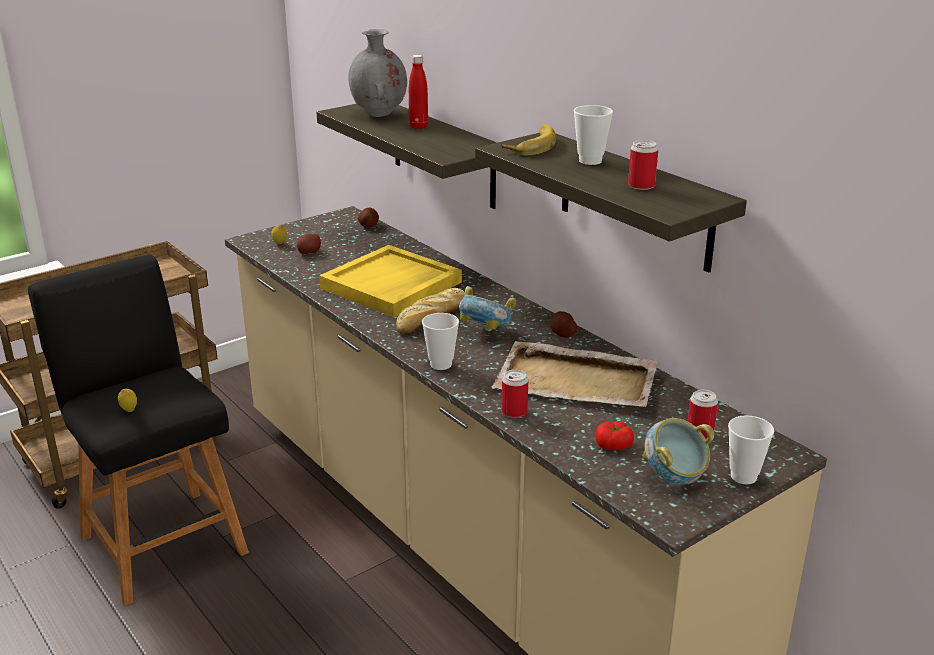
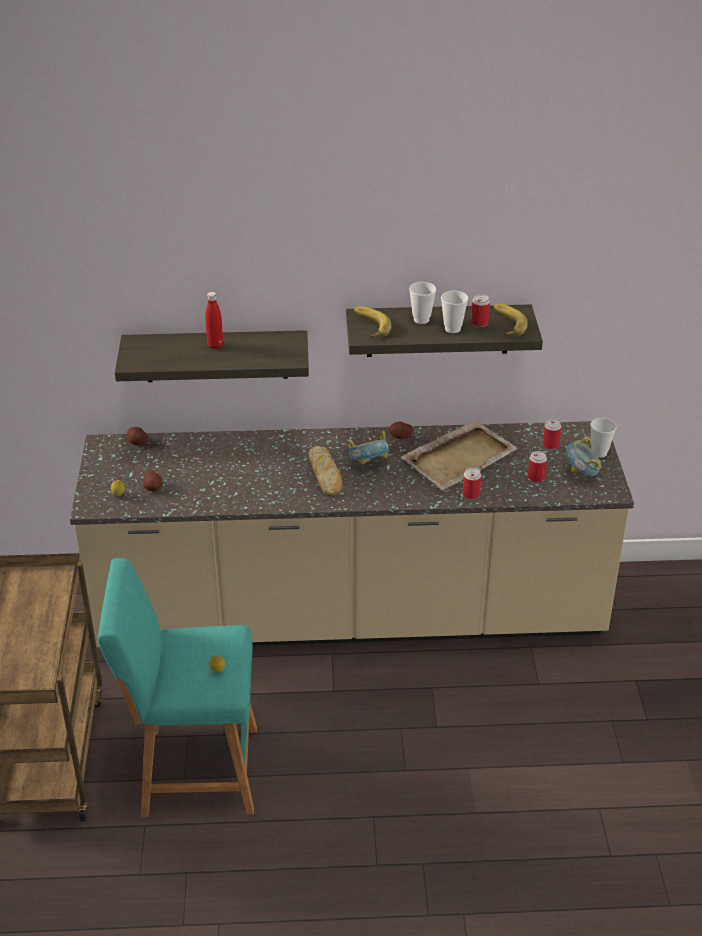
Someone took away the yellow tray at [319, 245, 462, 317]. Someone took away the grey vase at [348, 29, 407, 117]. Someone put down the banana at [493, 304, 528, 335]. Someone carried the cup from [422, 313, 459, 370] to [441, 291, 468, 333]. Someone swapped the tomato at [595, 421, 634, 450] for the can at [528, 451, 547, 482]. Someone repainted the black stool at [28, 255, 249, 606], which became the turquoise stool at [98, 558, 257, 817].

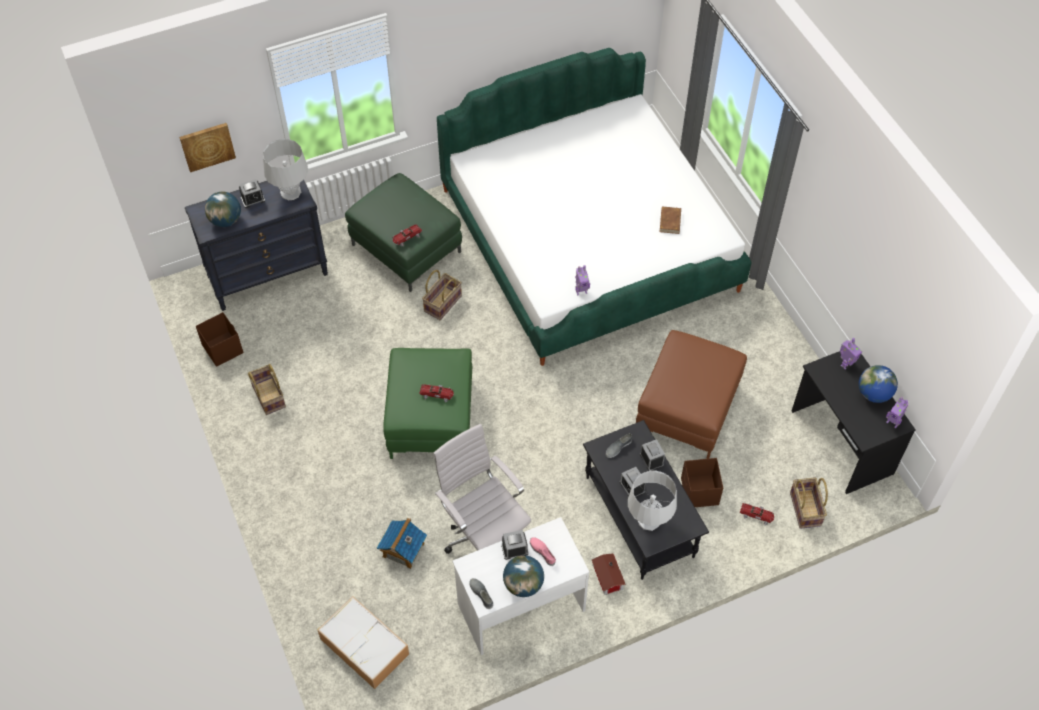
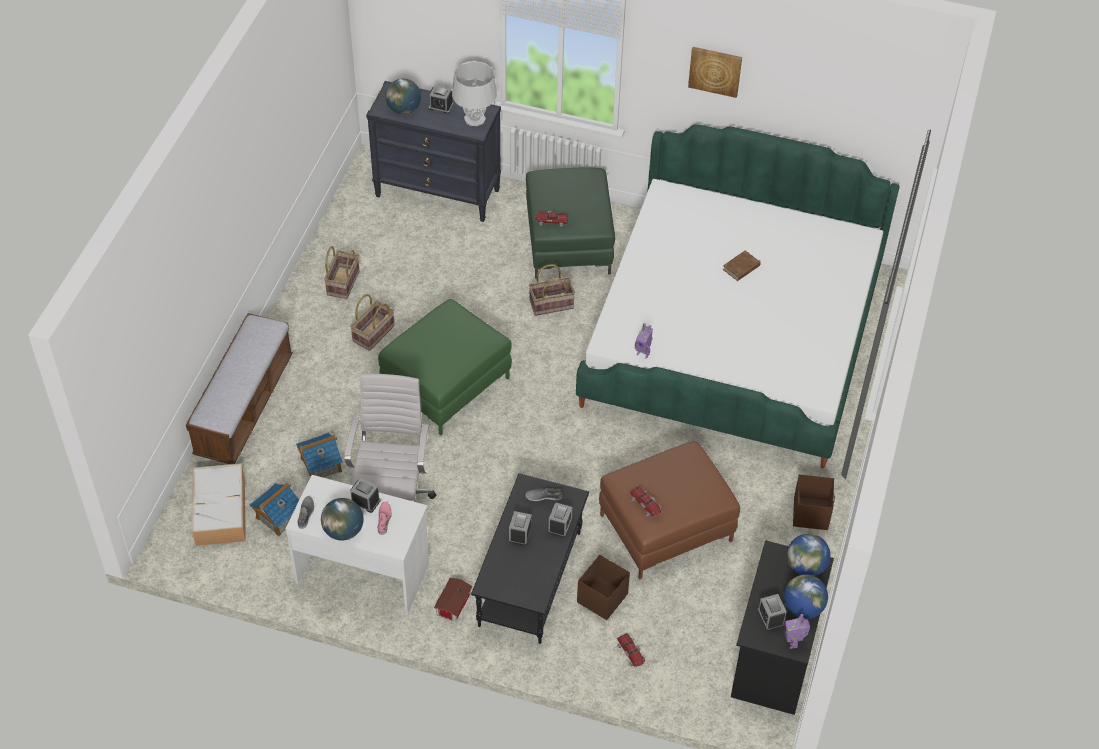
Someone took away the grey table lamp at [628, 471, 677, 531]. Someone put down the bench at [186, 313, 293, 464]. Someone put down the toy house at [250, 482, 299, 537]. Someone put down the alarm clock at [757, 594, 787, 631]. Someone carried the picture from [179, 123, 236, 172] to [688, 47, 742, 98]. Someone carried the brown storage box from [196, 312, 243, 367] to [793, 474, 835, 530]. Someone carried the toy car from [419, 384, 454, 403] to [630, 486, 662, 517]. Someone carried the brown book from [660, 206, 681, 234] to [722, 250, 761, 281]. Someone carried the basket from [790, 477, 828, 529] to [350, 294, 395, 351]. Someone swapped the toy robot at [840, 338, 862, 370] for the globe at [787, 534, 830, 576].

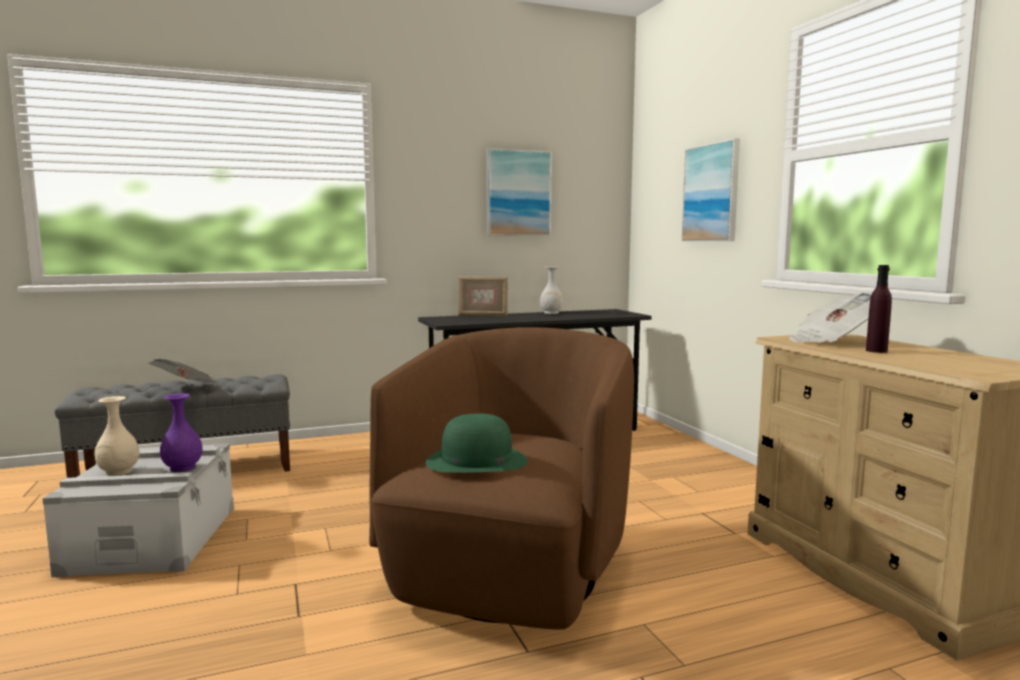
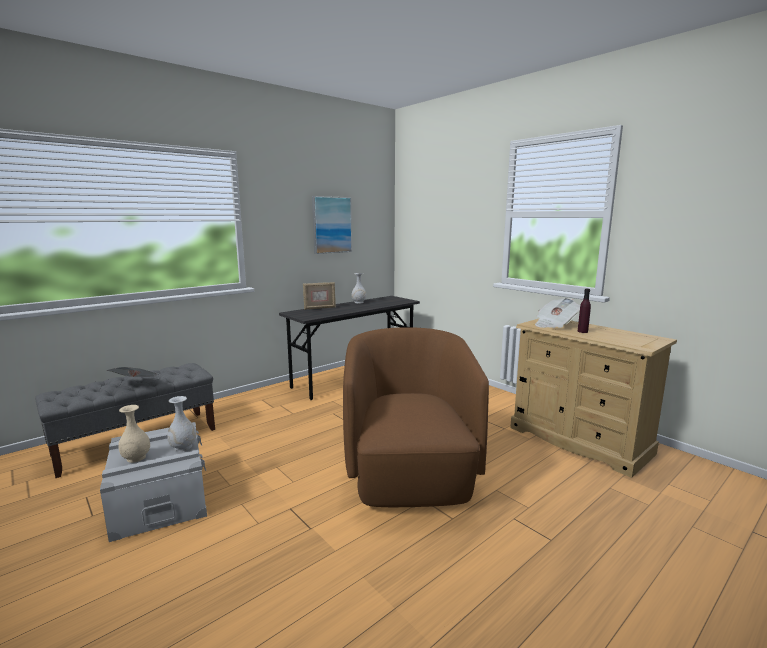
Someone took away the green hat at [426, 413, 528, 473]. Someone took away the picture at [682, 138, 740, 241]. Someone repainted the purple vase at [160, 393, 203, 472], which became the white vase at [167, 396, 197, 451].

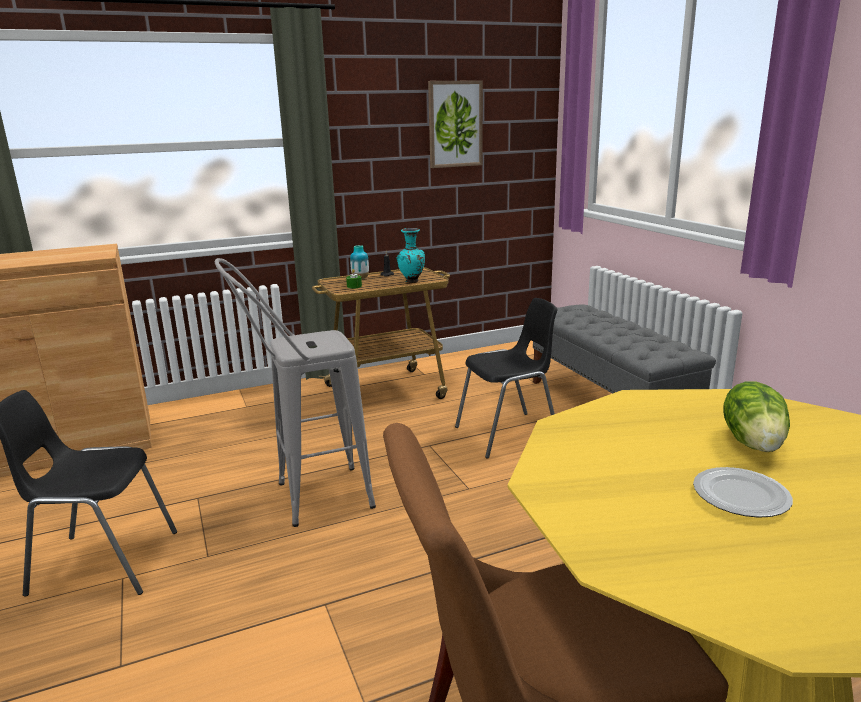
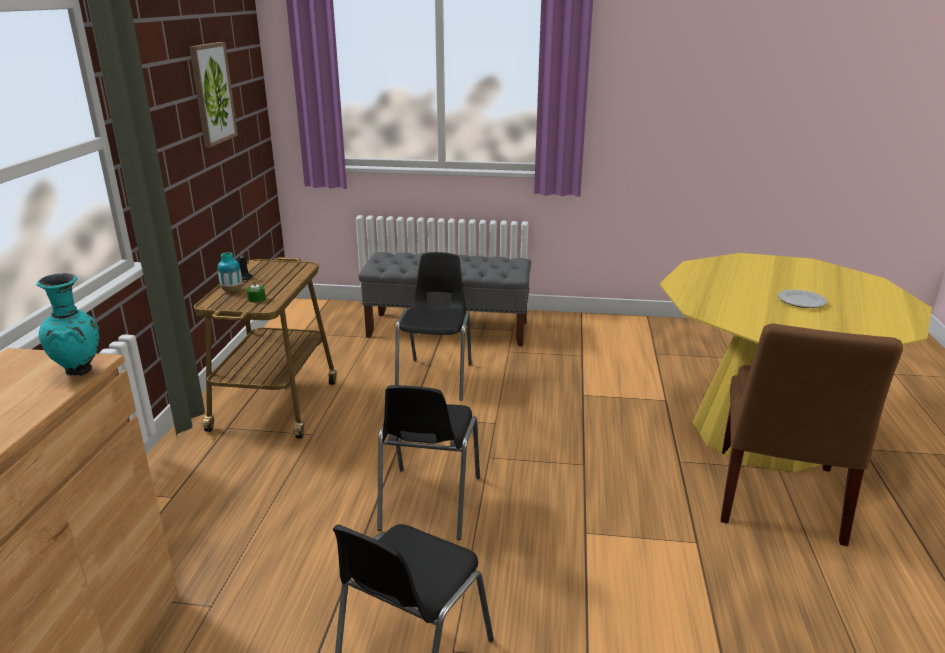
Someone took away the lettuce at [723, 381, 790, 452]. Someone carried the turquoise vase from [397, 228, 425, 283] to [36, 273, 99, 376]. Someone swapped the grey stool at [215, 258, 376, 527] for the black chair at [377, 385, 480, 540].

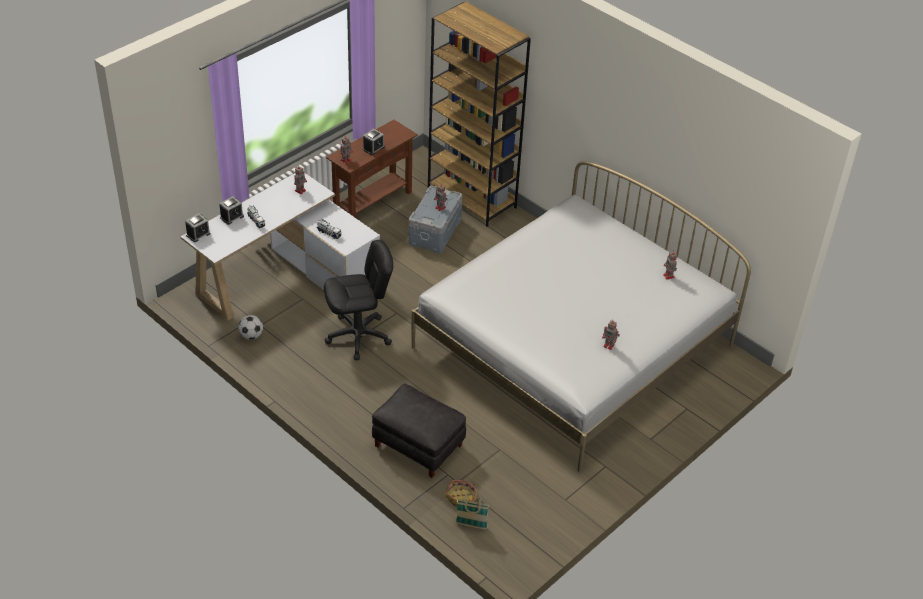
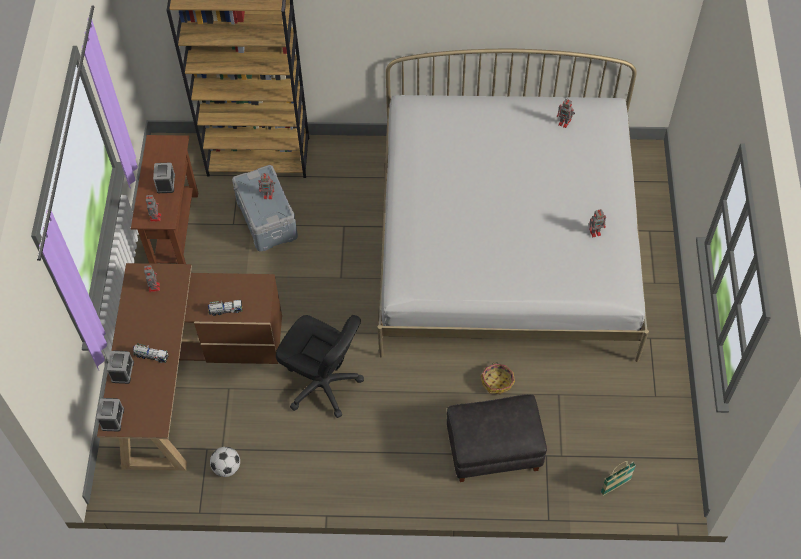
Someone carried the basket from [445, 480, 477, 507] to [481, 362, 515, 394]. Someone repainted the white desk at [180, 173, 380, 320], which became the brown desk at [97, 263, 282, 471]. Someone rotated the black office chair at [324, 240, 393, 360] by 90 degrees clockwise.

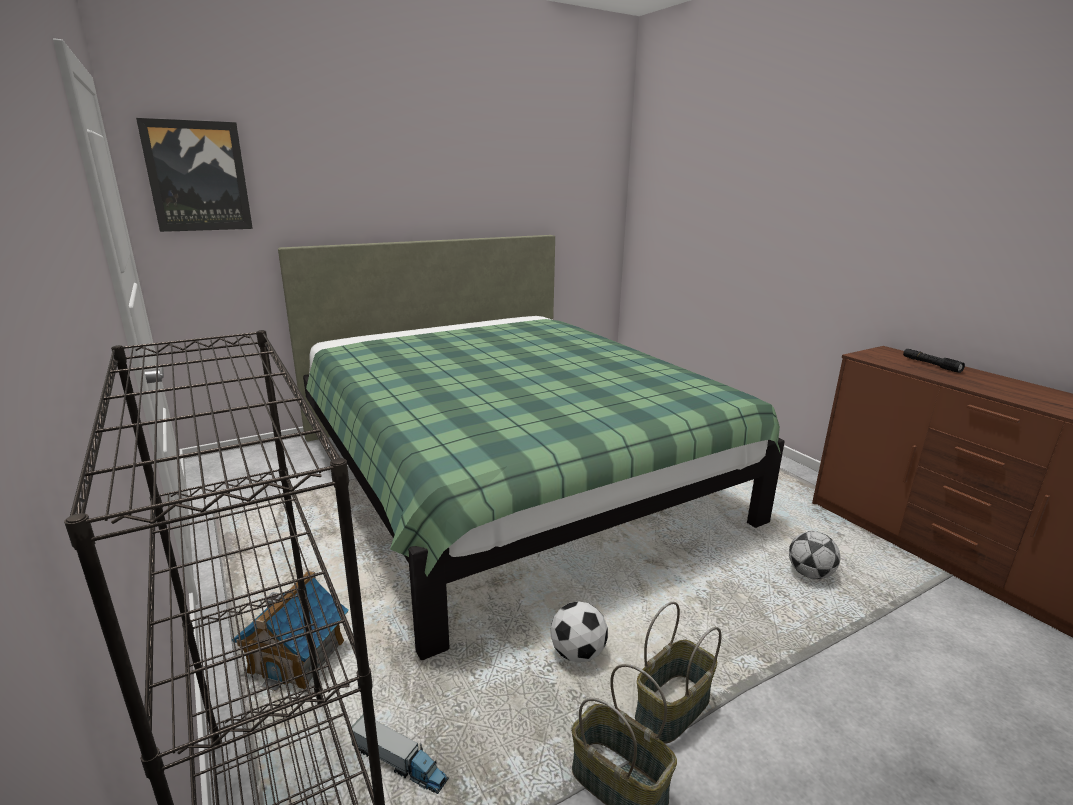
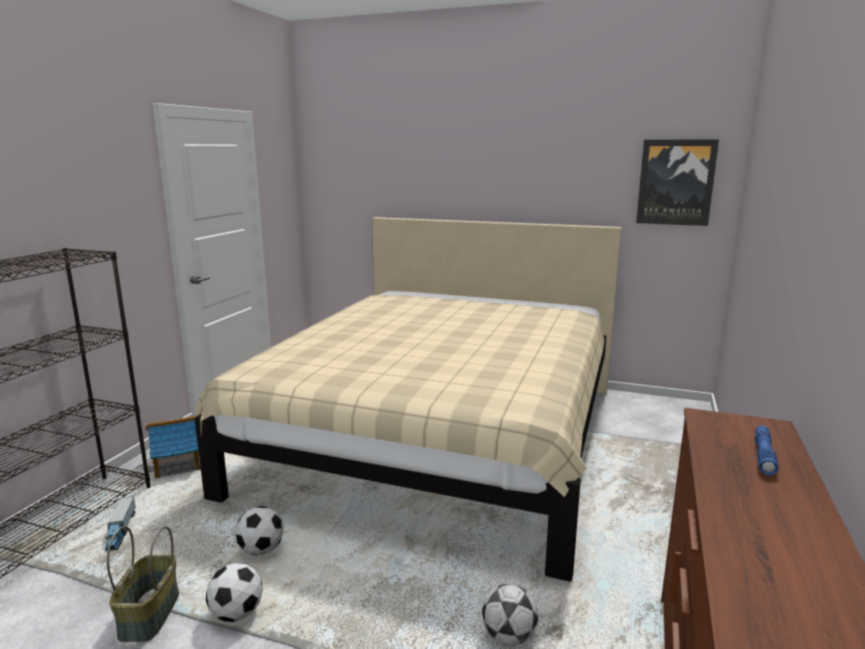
Someone carried the picture from [136, 118, 253, 232] to [636, 139, 719, 226]. Someone swapped the basket at [635, 602, 722, 743] for the football at [206, 563, 262, 622]. Someone repainted the green bed at [278, 235, 785, 660], which became the beige bed at [194, 217, 621, 582]. Someone repainted the black flashlight at [903, 349, 965, 373], which became the blue flashlight at [754, 425, 779, 476].

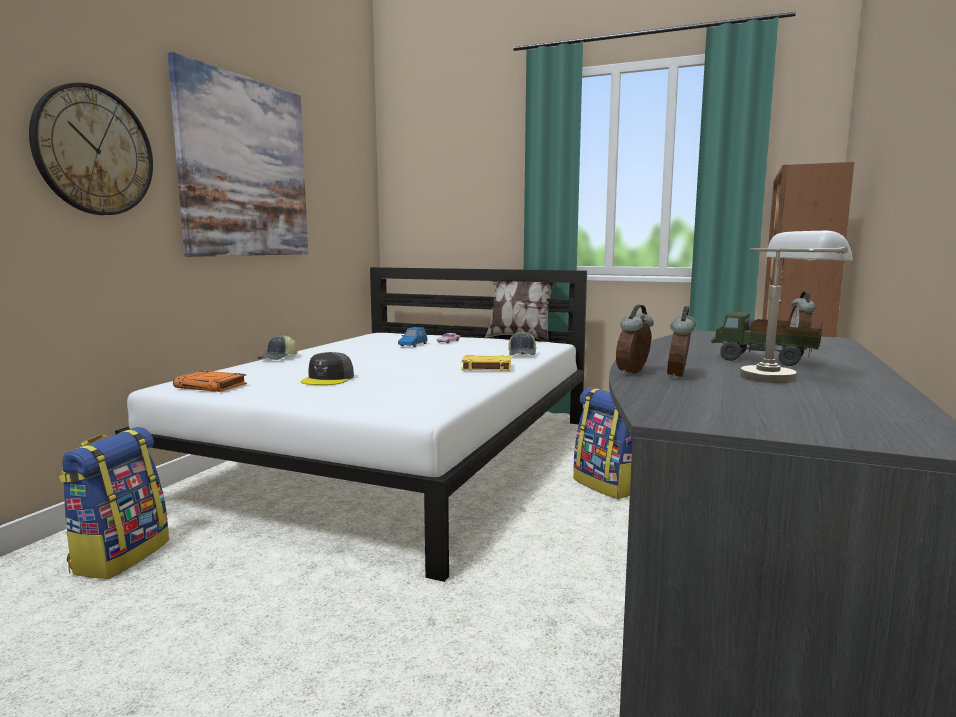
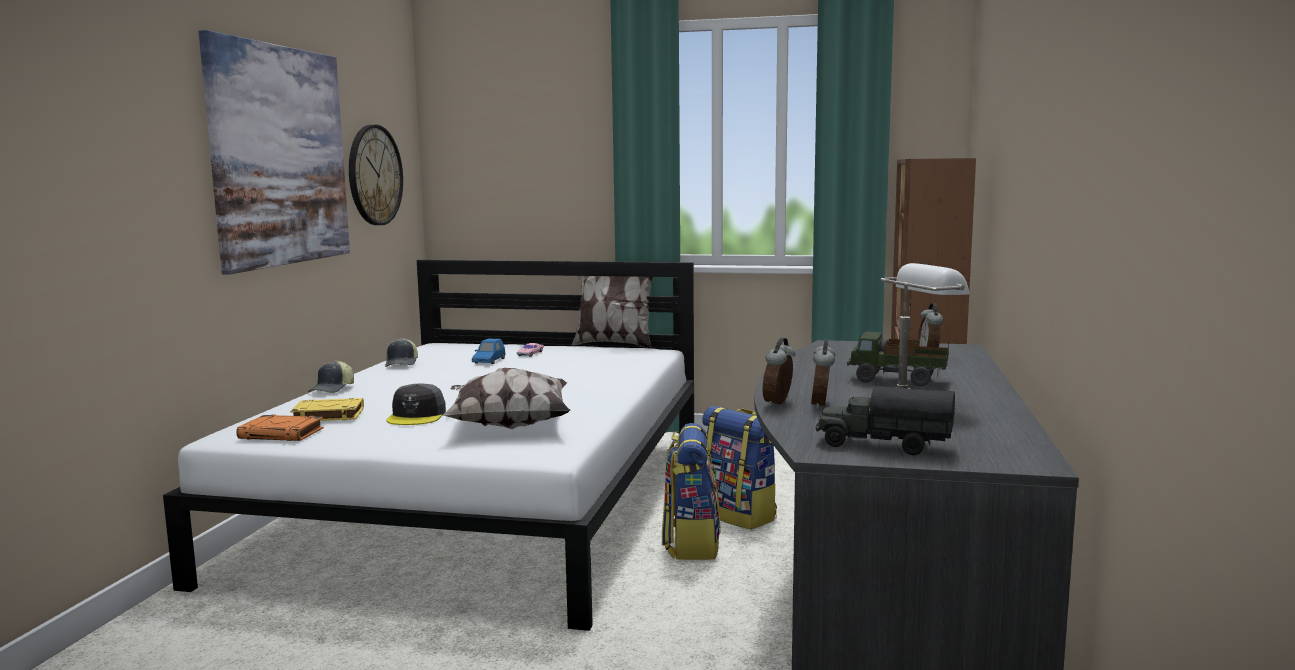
Someone put down the pillow at [442, 368, 571, 429]. Someone put down the toy truck at [816, 386, 955, 455]. Someone carried the wall clock from [29, 83, 153, 215] to [349, 125, 403, 225]. Someone carried the backpack from [59, 427, 169, 579] to [662, 423, 720, 560]. Someone carried the yellow book from [461, 355, 511, 371] to [290, 398, 364, 421]. Someone carried the cap from [508, 331, 537, 356] to [385, 338, 418, 367].

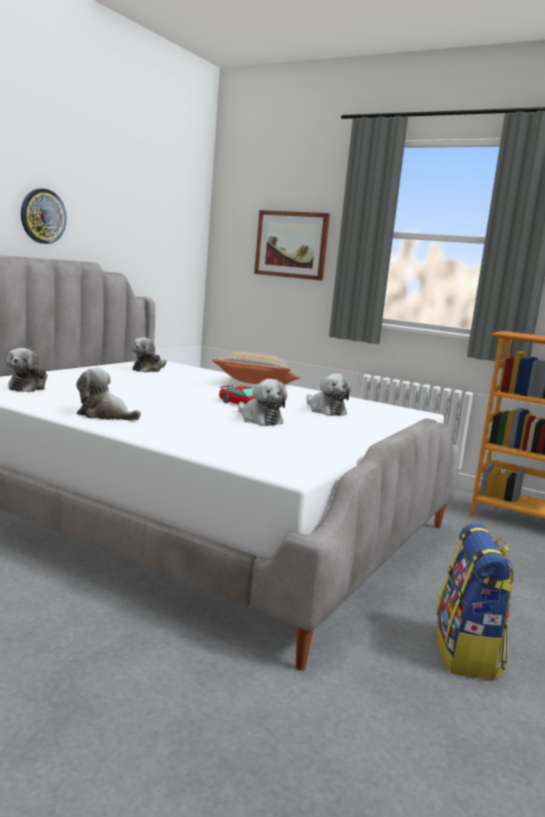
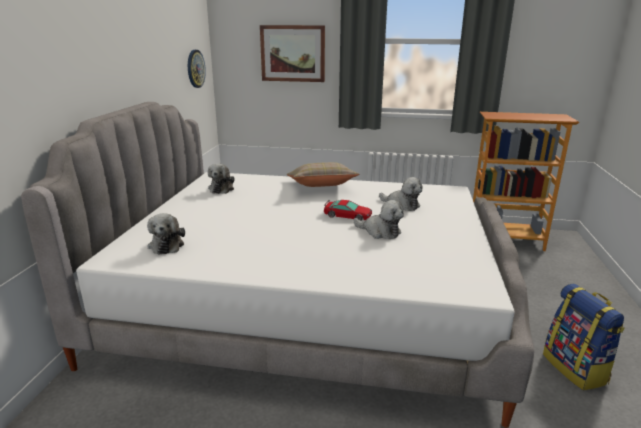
Someone took away the plush toy at [76, 367, 141, 421]. Someone carried the wall clock from [21, 188, 67, 244] to [188, 50, 206, 88].

